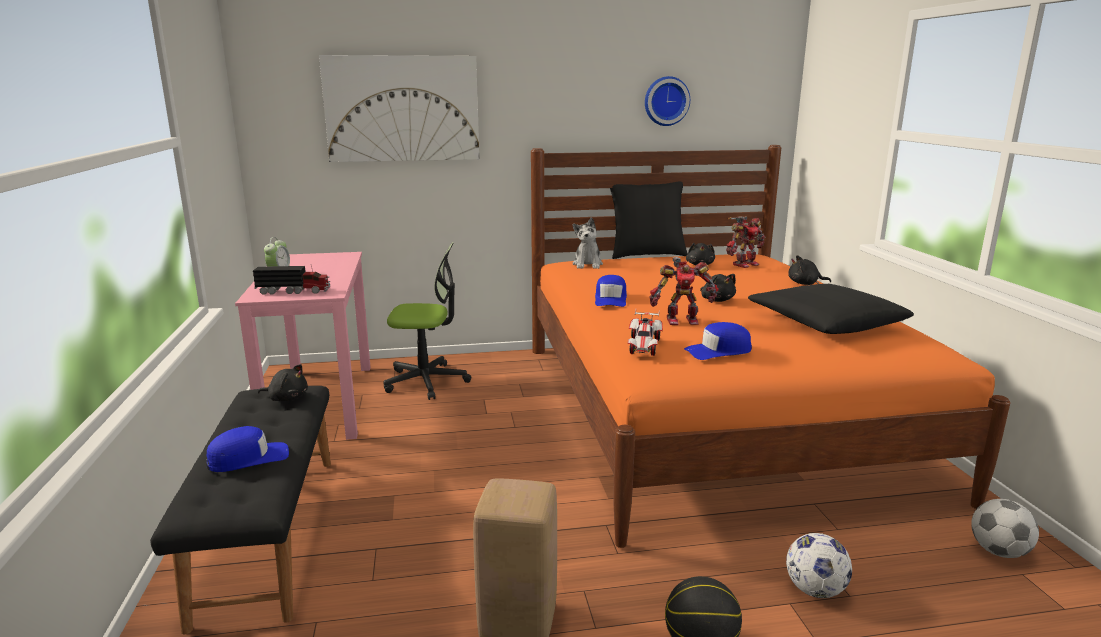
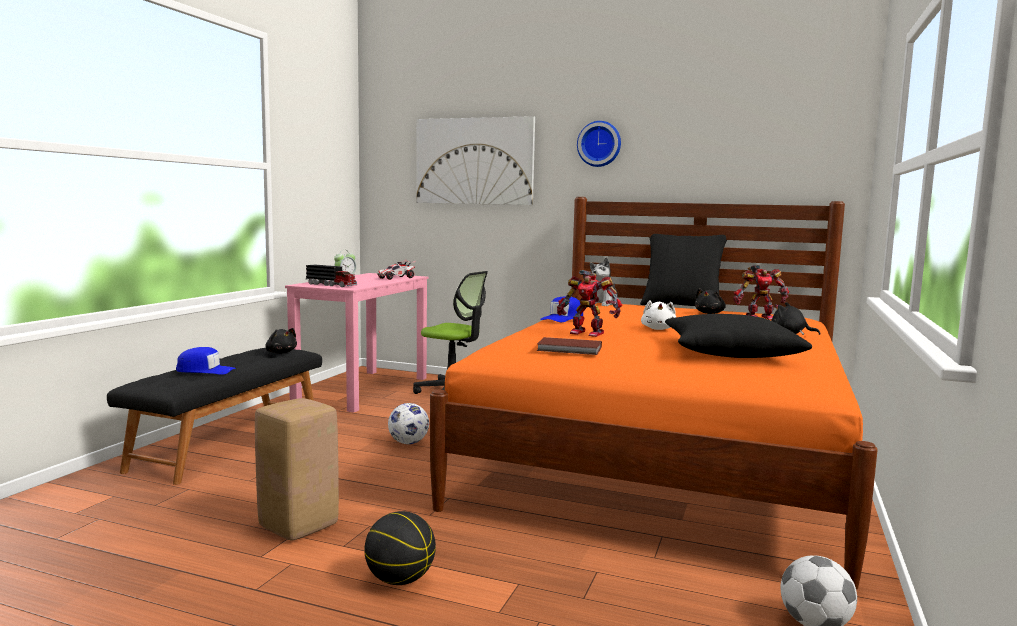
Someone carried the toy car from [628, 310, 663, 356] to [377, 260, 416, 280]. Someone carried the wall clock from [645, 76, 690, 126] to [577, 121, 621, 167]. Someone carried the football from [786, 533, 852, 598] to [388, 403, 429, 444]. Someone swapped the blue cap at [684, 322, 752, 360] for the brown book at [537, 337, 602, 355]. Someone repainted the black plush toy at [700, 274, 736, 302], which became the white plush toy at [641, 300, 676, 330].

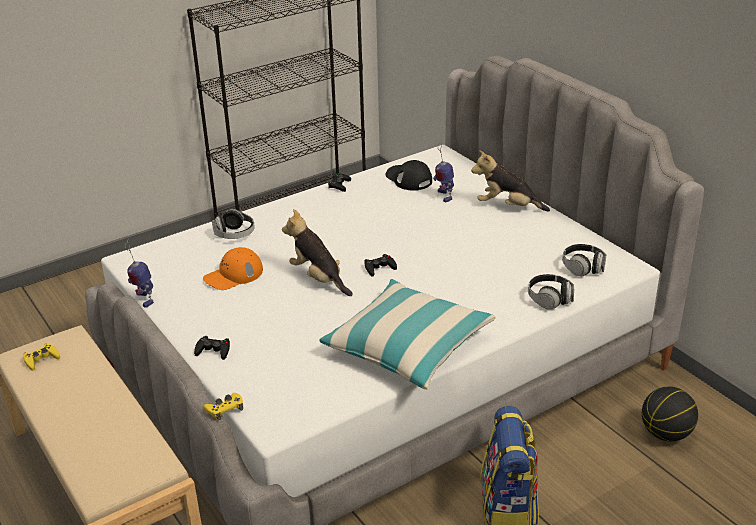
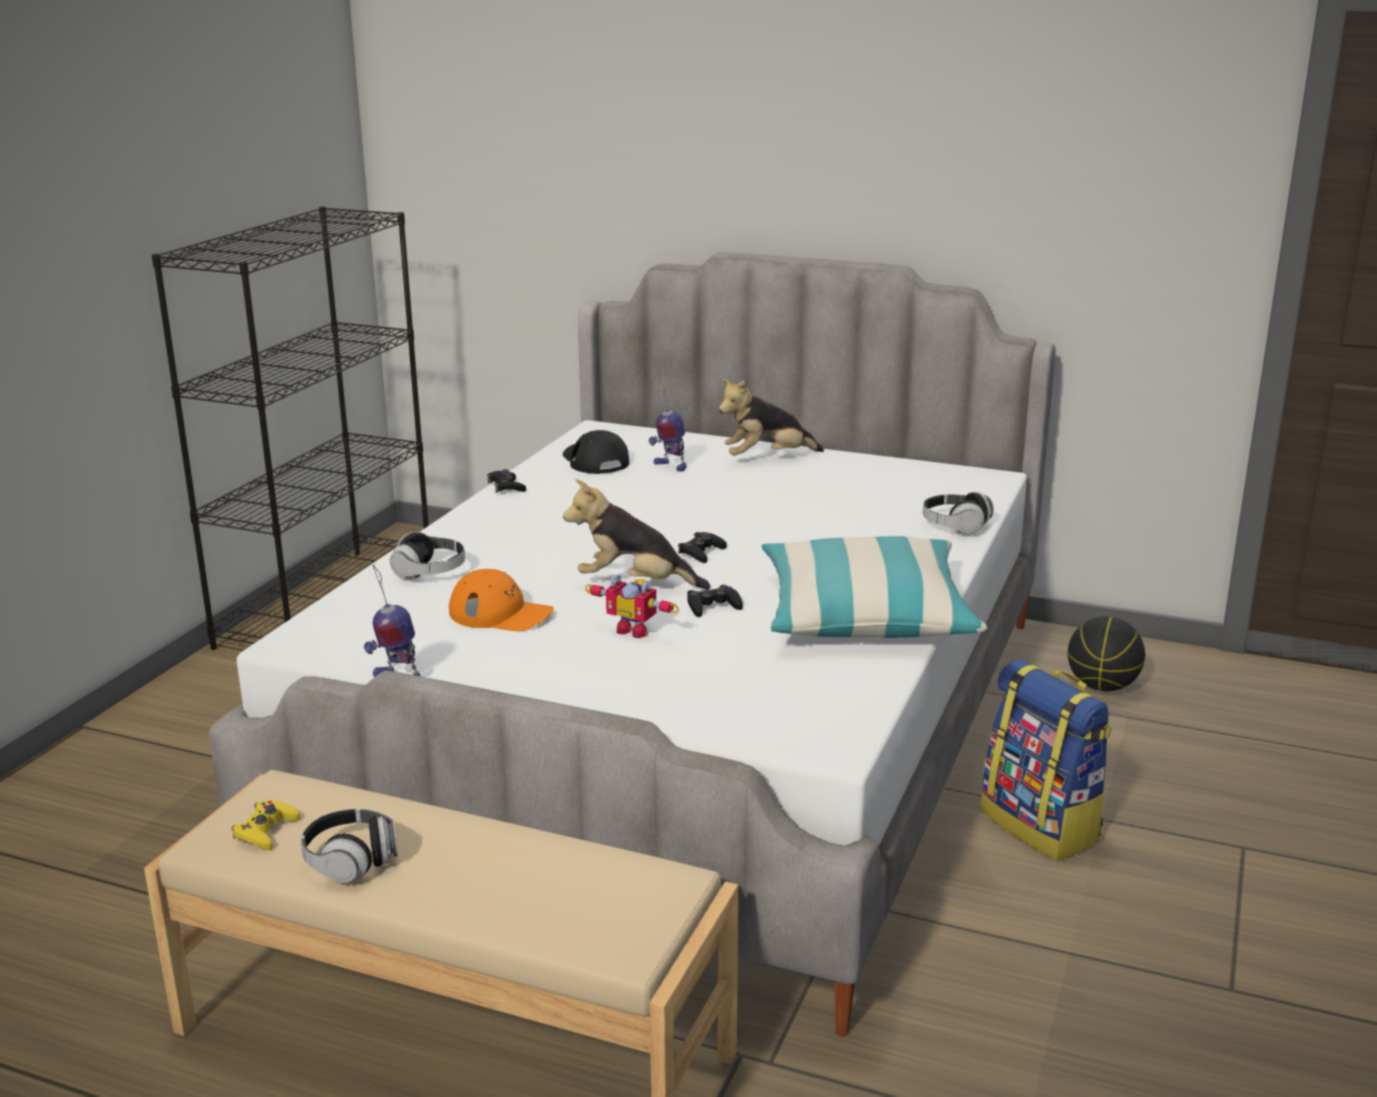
Someone took away the yellow game controller at [204, 393, 243, 420]. Someone put down the toy robot at [585, 574, 679, 638]. Someone carried the black game controller from [194, 336, 230, 360] to [687, 585, 743, 617]. Someone carried the headphones from [562, 244, 606, 276] to [300, 809, 398, 883]. Someone rotated the orange cap at [203, 247, 263, 290] by 90 degrees counterclockwise. Someone rotated the black cap at [385, 160, 432, 191] by 45 degrees clockwise.

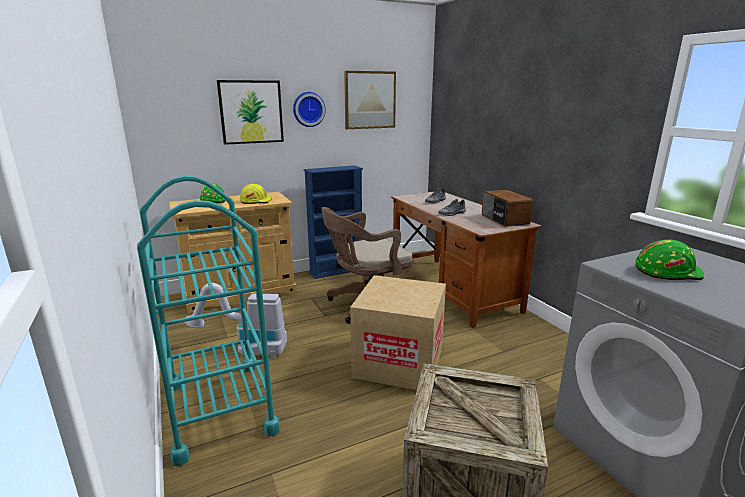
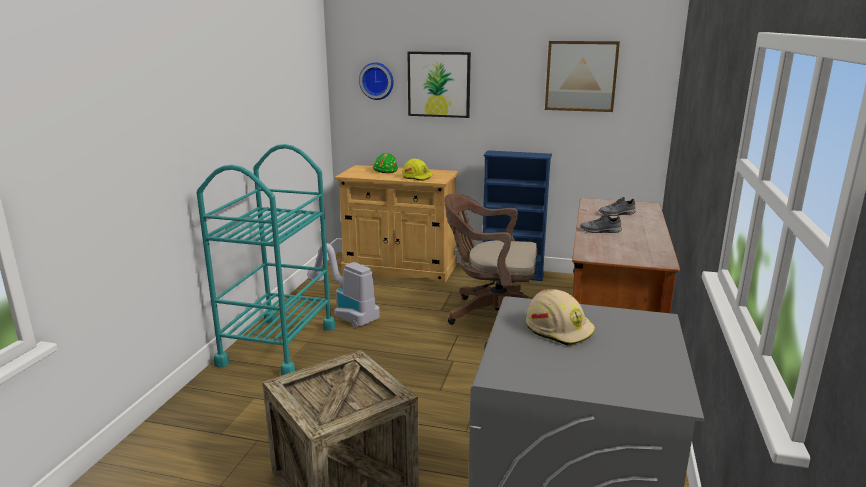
Someone took away the cardboard box at [350, 275, 446, 390]. Someone took away the radio at [482, 190, 533, 227]. Someone carried the wall clock from [293, 92, 326, 127] to [359, 62, 394, 100]. Someone repainted the green hard hat at [636, 240, 704, 280], which became the beige hard hat at [526, 289, 596, 346].

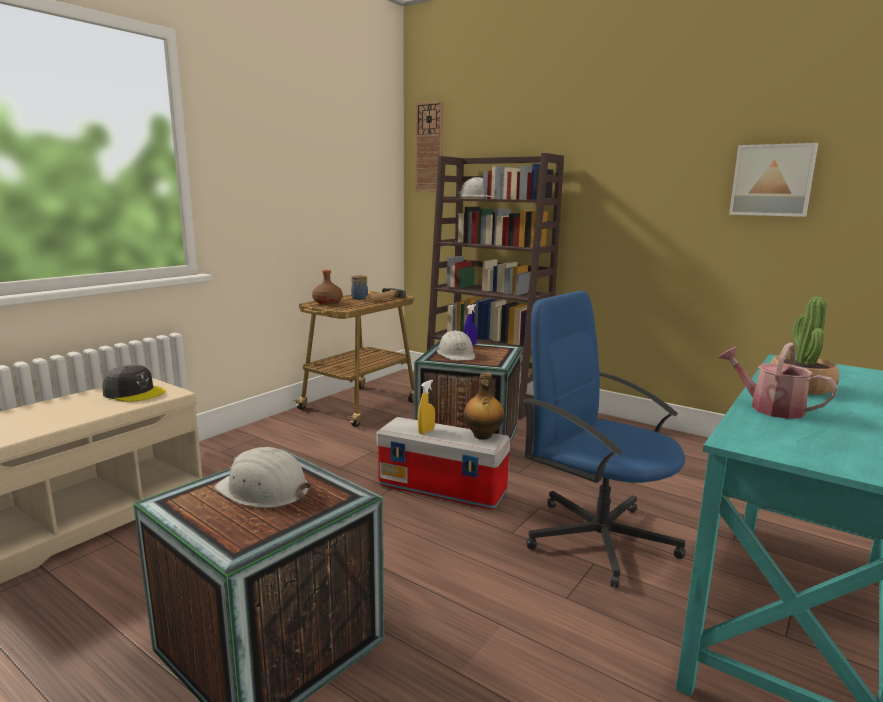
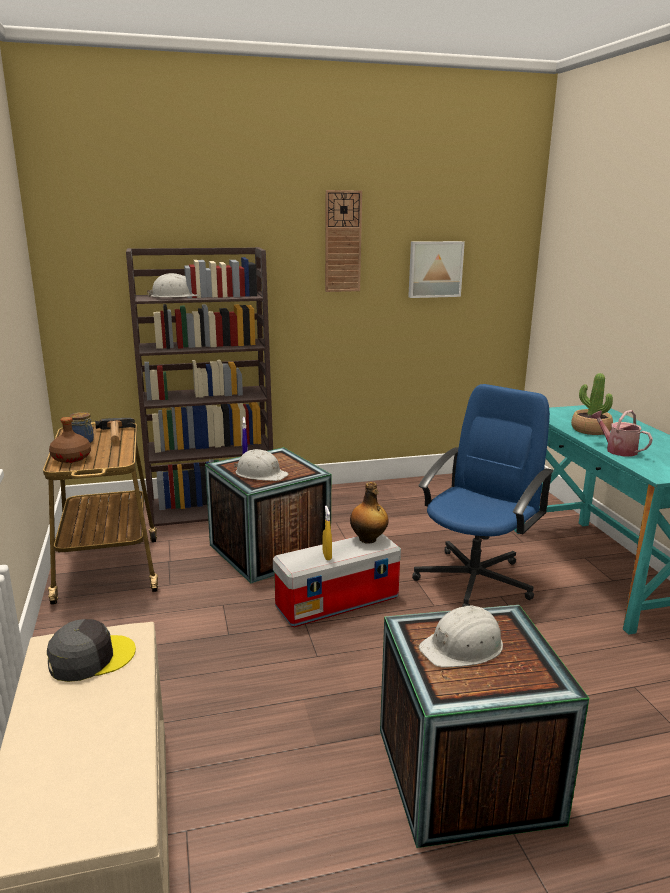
Someone carried the wall clock from [416, 101, 443, 192] to [325, 190, 362, 292]. Someone rotated the blue office chair at [523, 291, 686, 588] by 135 degrees clockwise. Someone rotated the watering can at [718, 343, 838, 419] by 60 degrees clockwise.

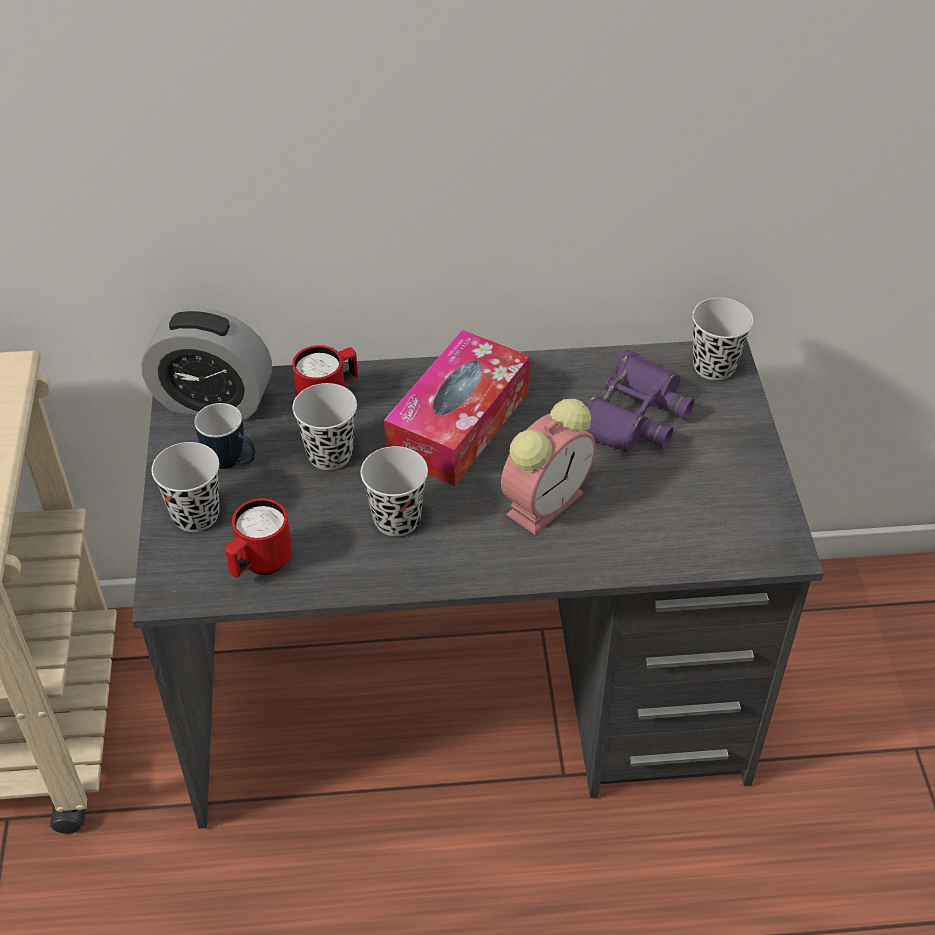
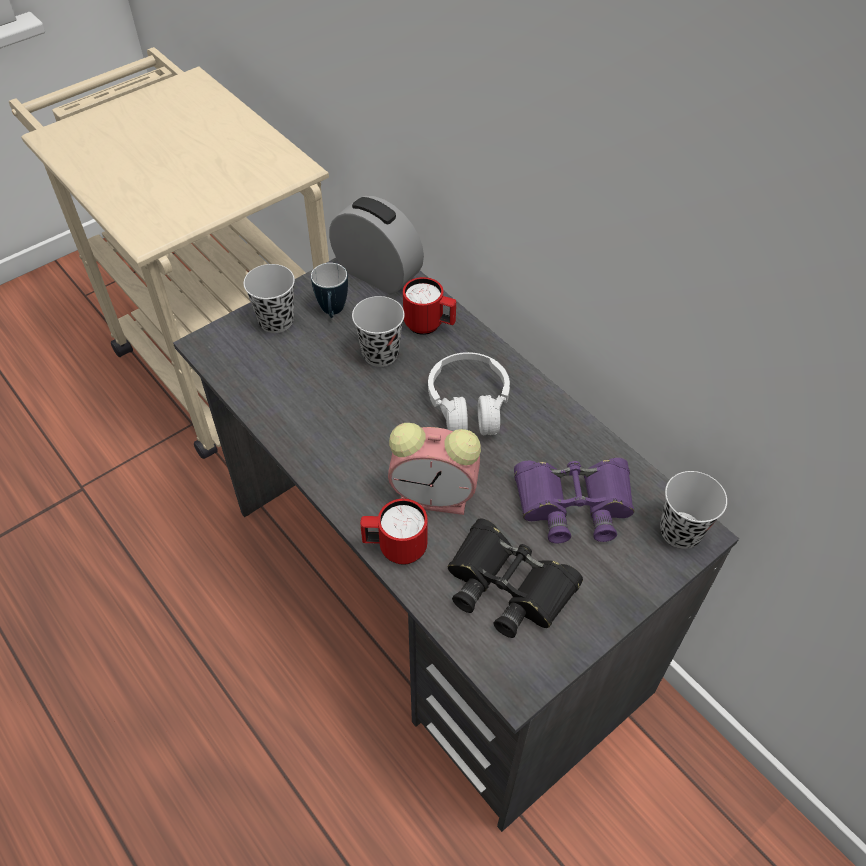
Someone took away the black cup at [361, 446, 428, 536]. Someone put down the black binoculars at [448, 518, 583, 638]. Someone carried the red mug from [224, 498, 292, 578] to [360, 499, 428, 565]. Someone swapped the tissue box at [384, 330, 530, 486] for the white headphones at [428, 352, 510, 435]. Someone rotated the alarm clock at [141, 308, 272, 421] by 150 degrees clockwise.

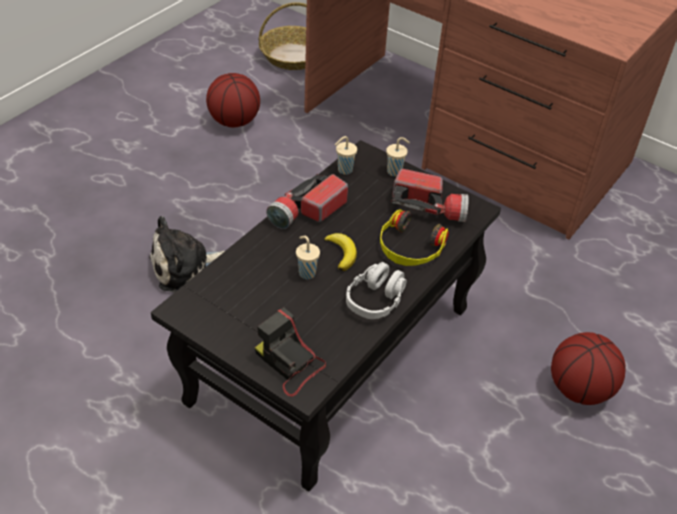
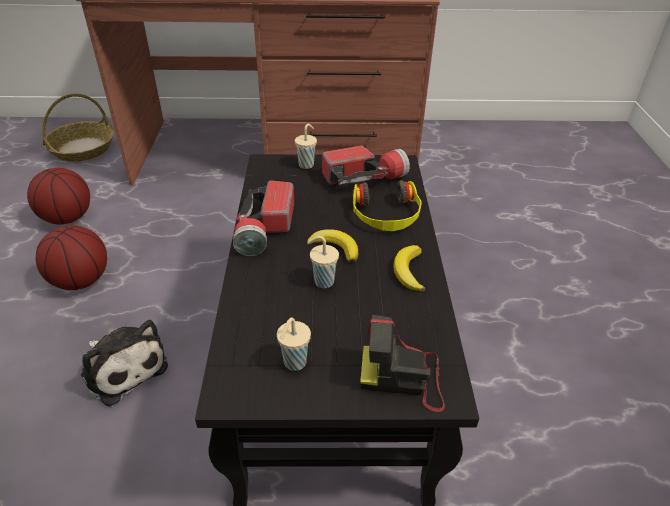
Someone carried the beige cup from [335, 136, 357, 175] to [277, 318, 311, 371]. Someone carried the basketball from [551, 332, 626, 405] to [36, 225, 107, 290]. Someone swapped the grey headphones at [346, 262, 407, 319] for the banana at [393, 245, 425, 291]. Someone rotated the plush toy at [149, 216, 225, 293] by 75 degrees counterclockwise.

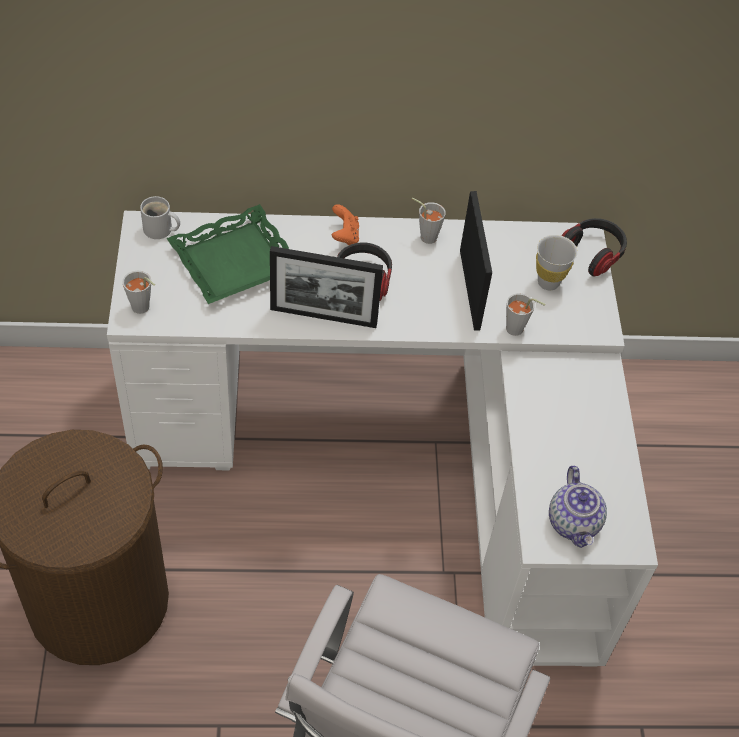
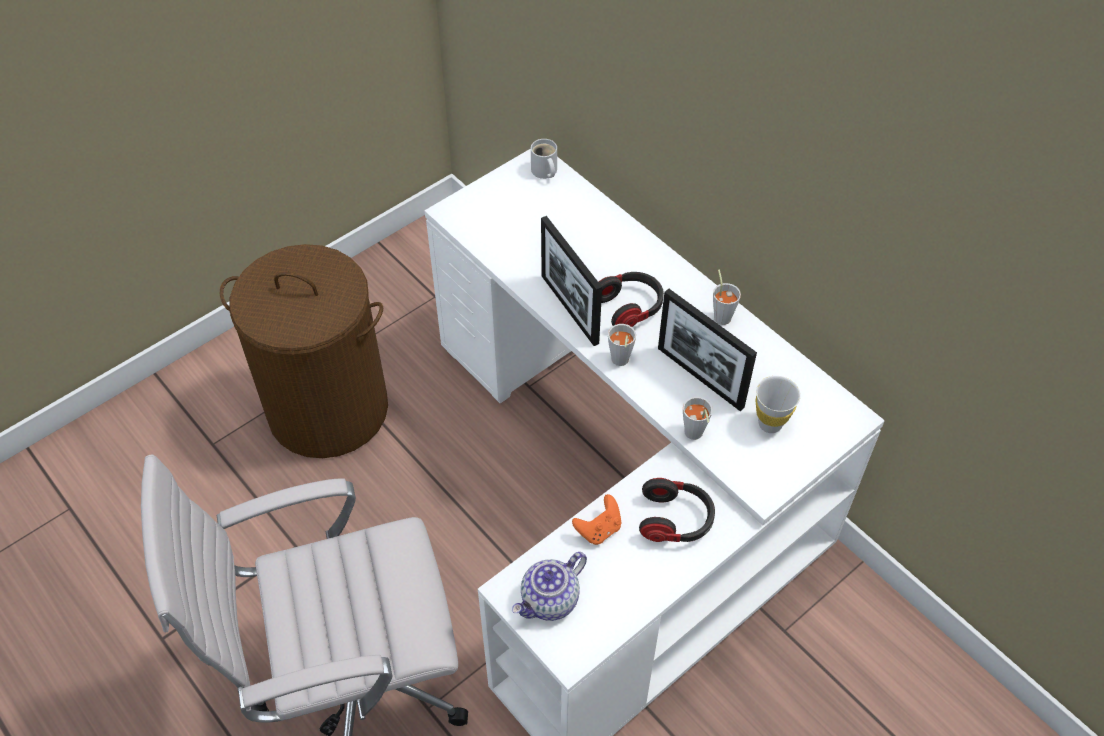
Someone took away the green tray at [167, 204, 289, 304]. Someone carried the grey cup from [122, 271, 155, 314] to [608, 324, 636, 366]. Someone carried the orange game controller from [332, 204, 359, 245] to [572, 494, 621, 545]. Someone carried the headphones from [561, 218, 627, 276] to [639, 478, 715, 542]. Someone rotated the picture frame at [460, 191, 492, 331] by 90 degrees clockwise.

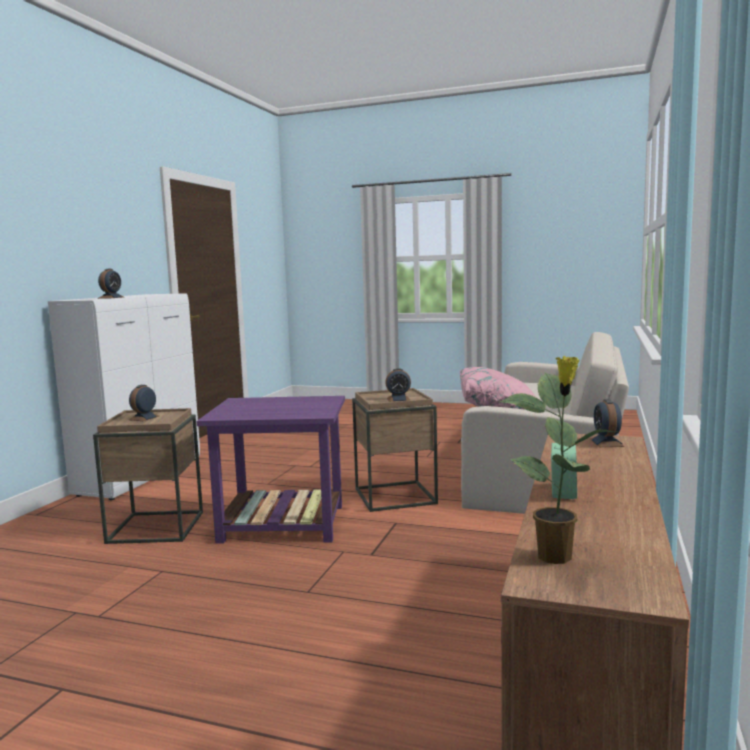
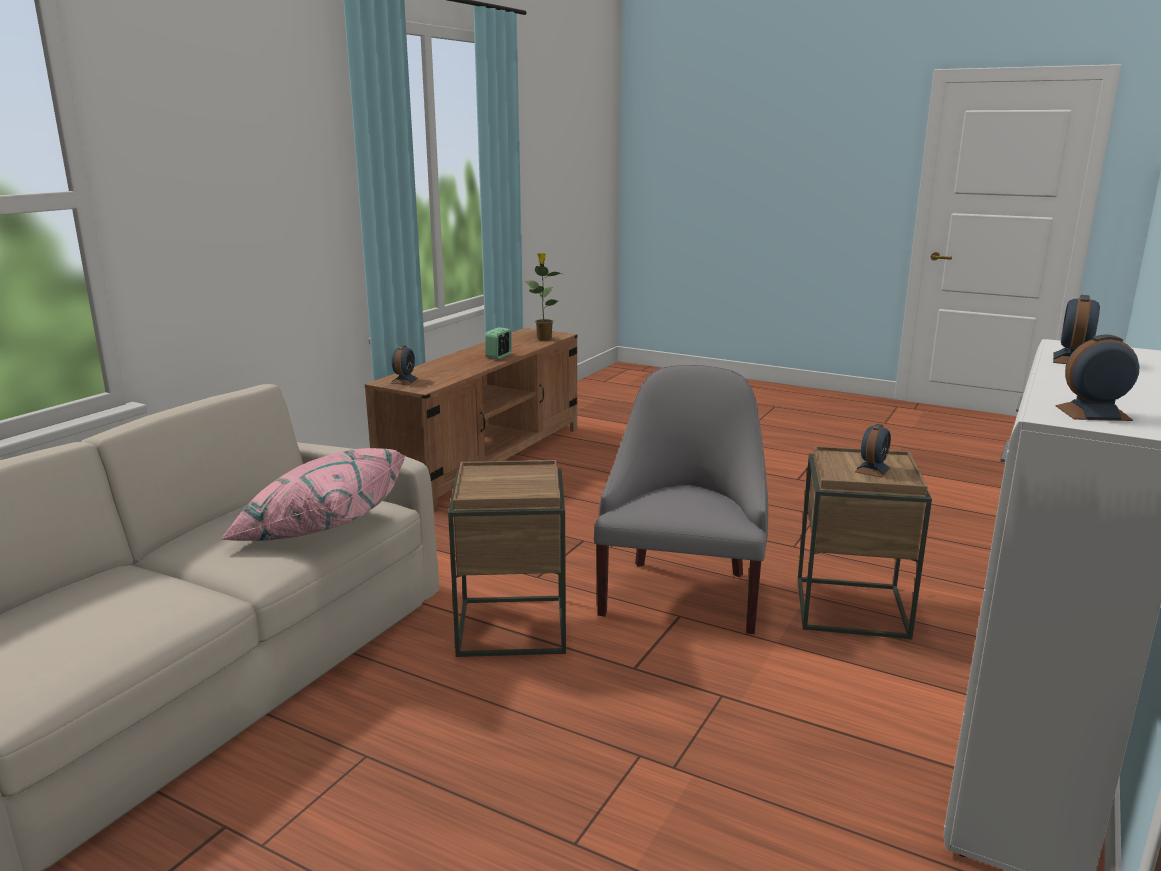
Someone carried the alarm clock from [385, 368, 411, 402] to [1056, 334, 1140, 421]. Someone swapped the purple side table at [197, 396, 345, 544] for the grey armchair at [594, 365, 768, 634].

